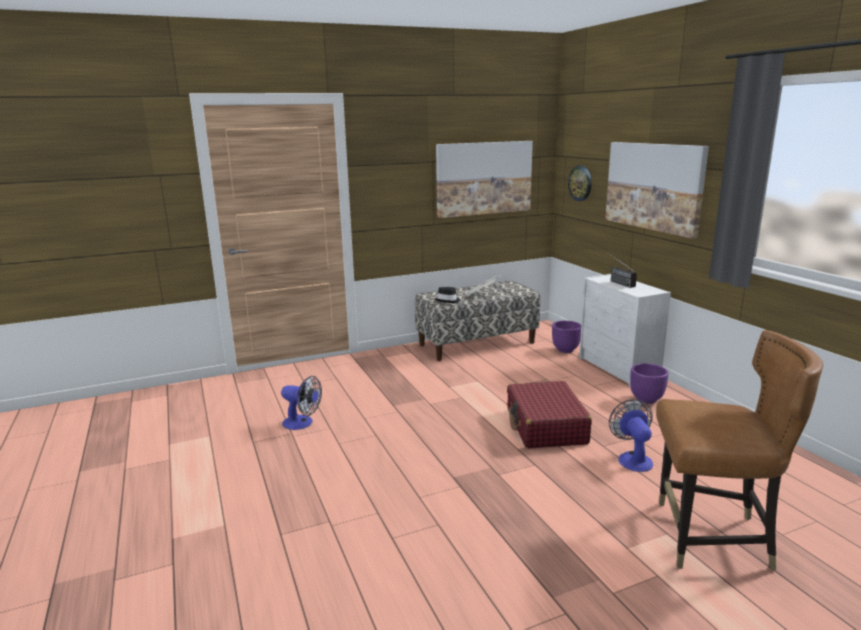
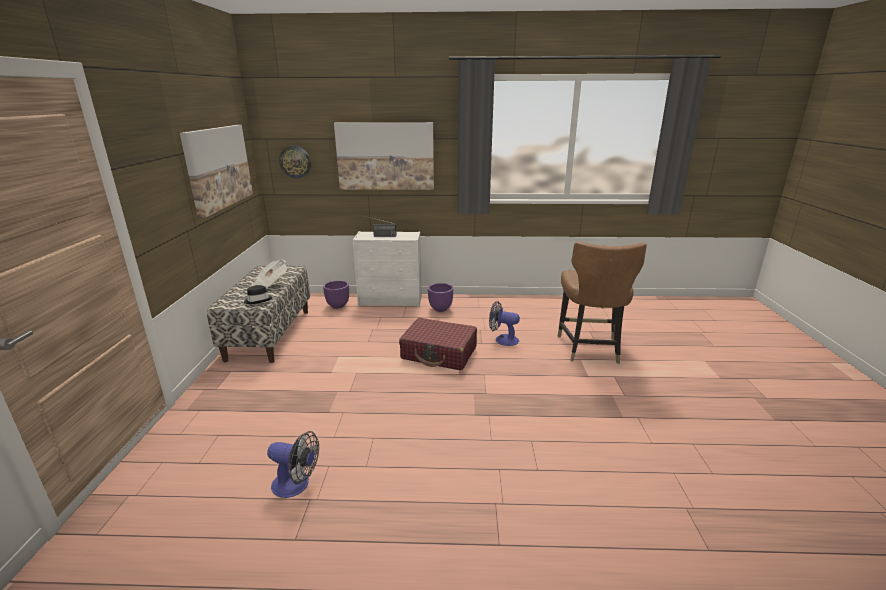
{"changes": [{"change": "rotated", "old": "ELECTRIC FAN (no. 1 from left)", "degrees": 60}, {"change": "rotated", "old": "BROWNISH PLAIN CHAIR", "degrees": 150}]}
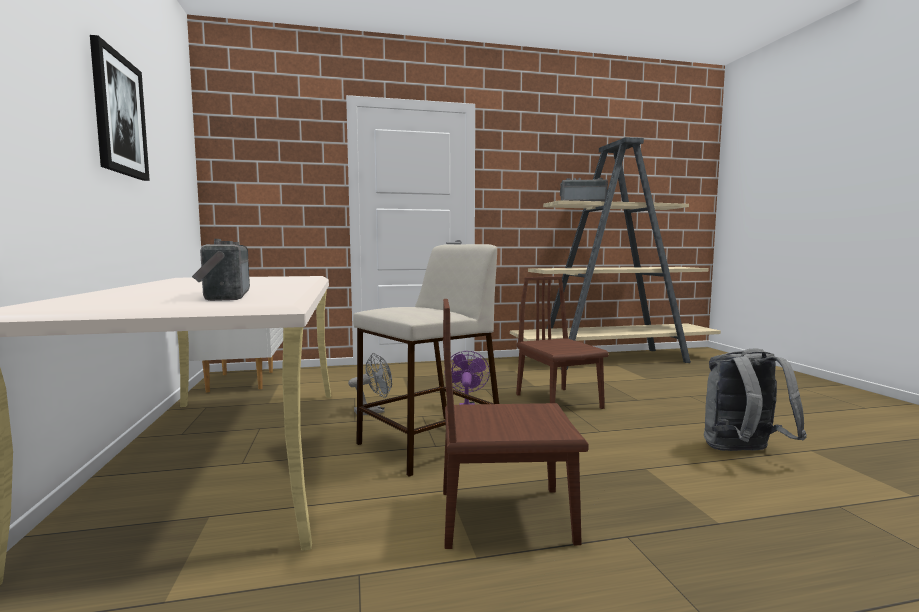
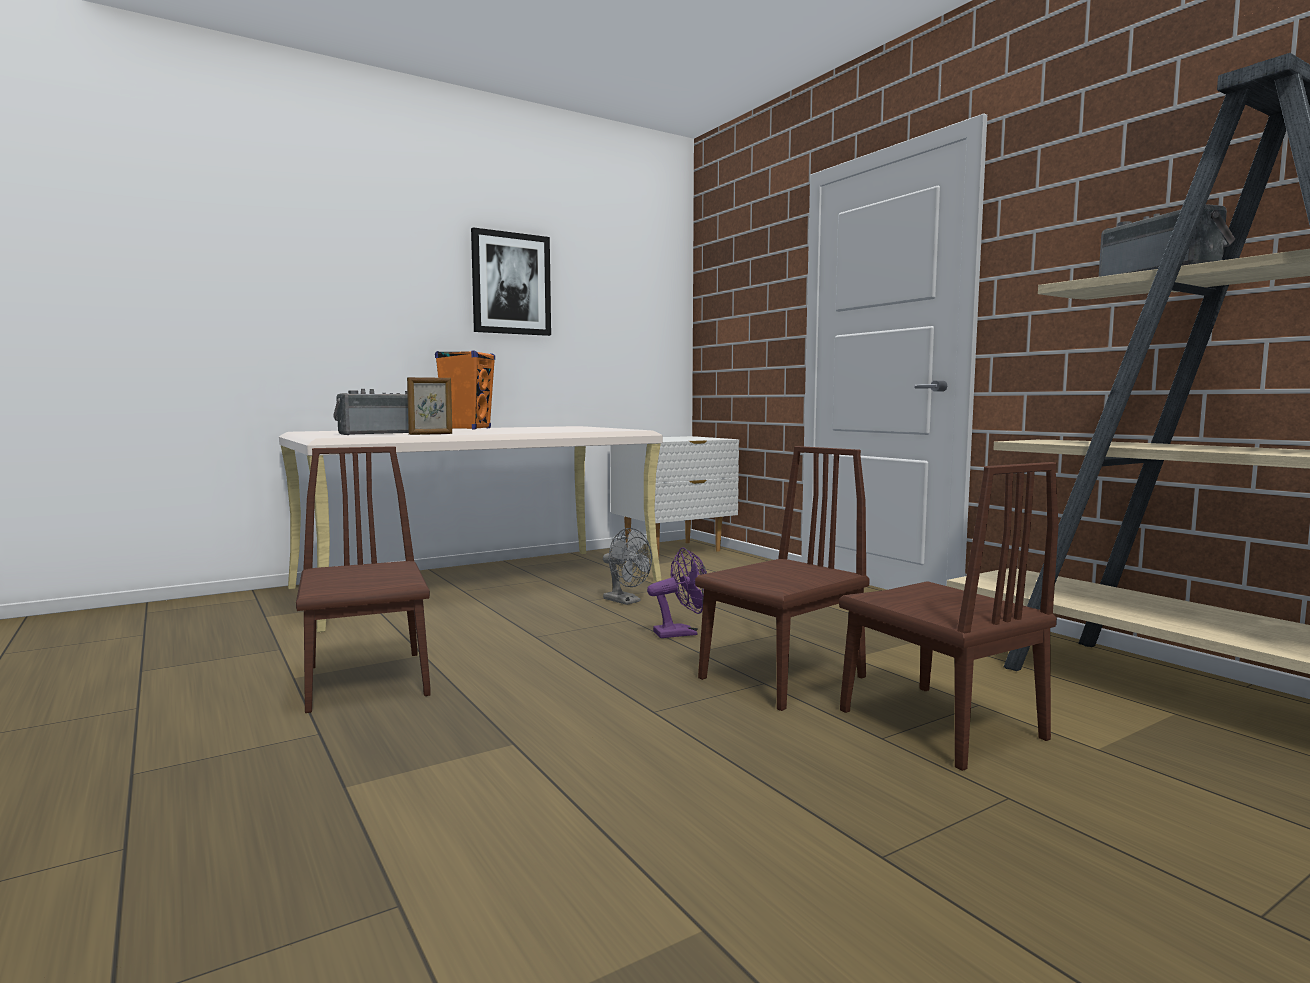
{"changes": [{"change": "new", "new": "PICTURE FRAME"}, {"change": "new", "new": "ORANGE-COLOURED AUDIO SPEAKER"}, {"change": "new", "new": "BROWNISH PLAIN CHAIR (no. 3 from left)"}, {"change": "gone", "old": "SAND-COLOURED STOOL SEAT"}, {"change": "gone", "old": "GRAY BACKPACK"}]}
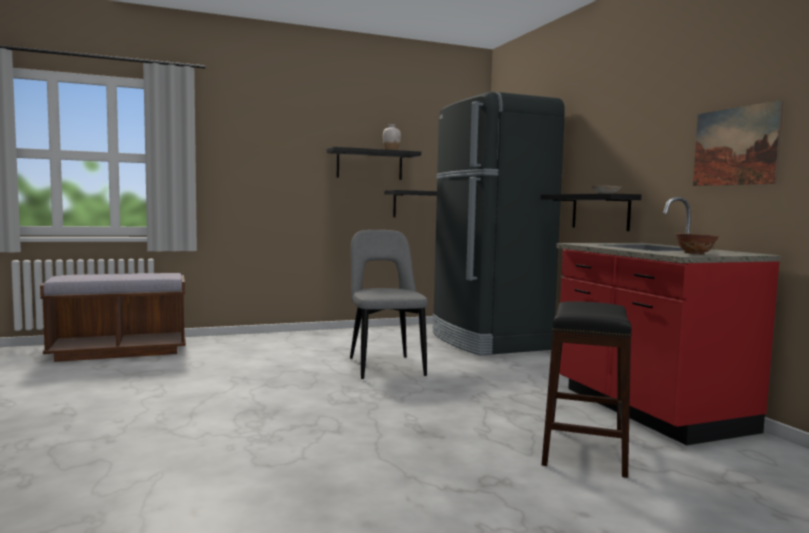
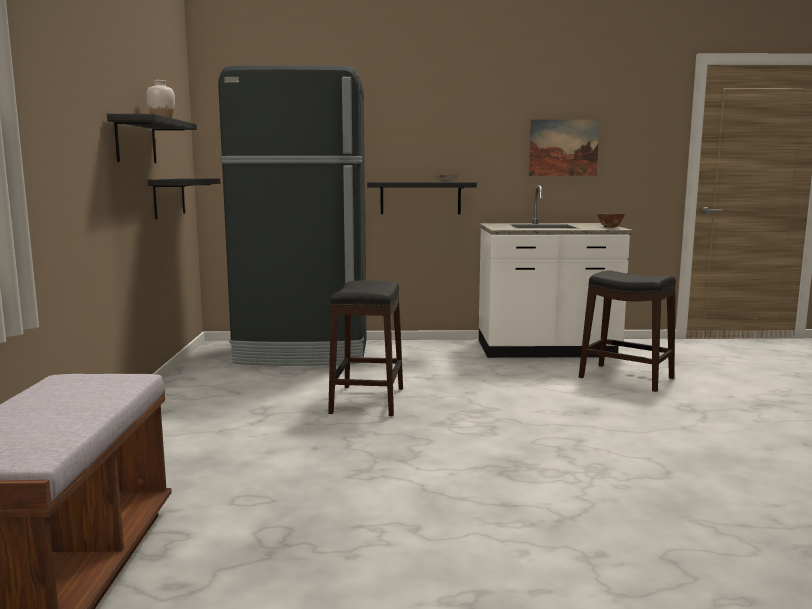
{"changes": [{"change": "swapped", "old": "GRAY PLAIN CHAIR", "new": "BLACK-COLOURED STOOL SEAT (no. 1 from left)"}, {"change": "repainted", "old": "REDDISH COUNTER", "new": "WHITE-COLOURED COUNTER"}]}
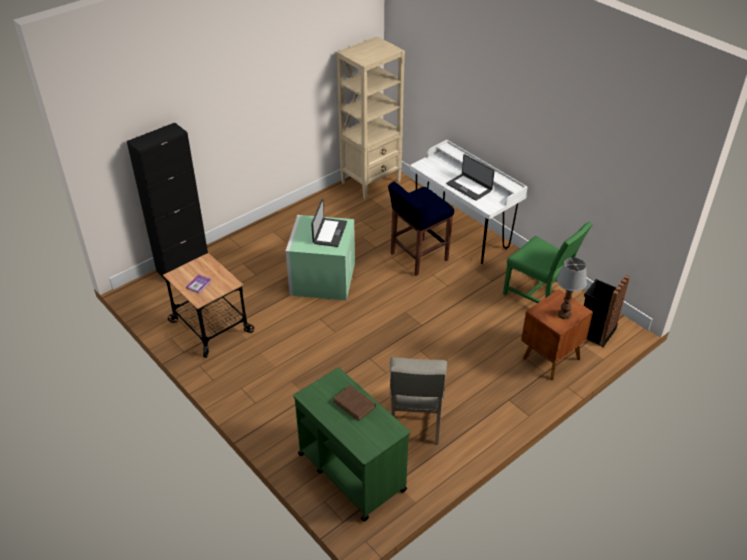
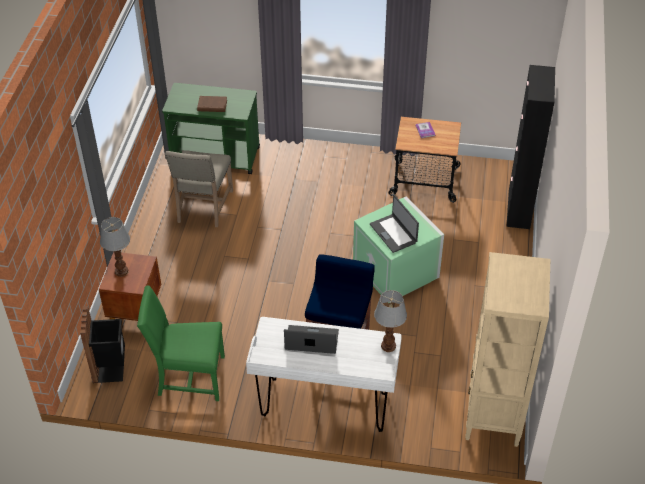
{"changes": [{"change": "rotated", "old": "SAND-COLOURED PLAIN CHAIR", "degrees": -135}, {"change": "new", "new": "TABLE LAMP (no. 2 from left)"}]}
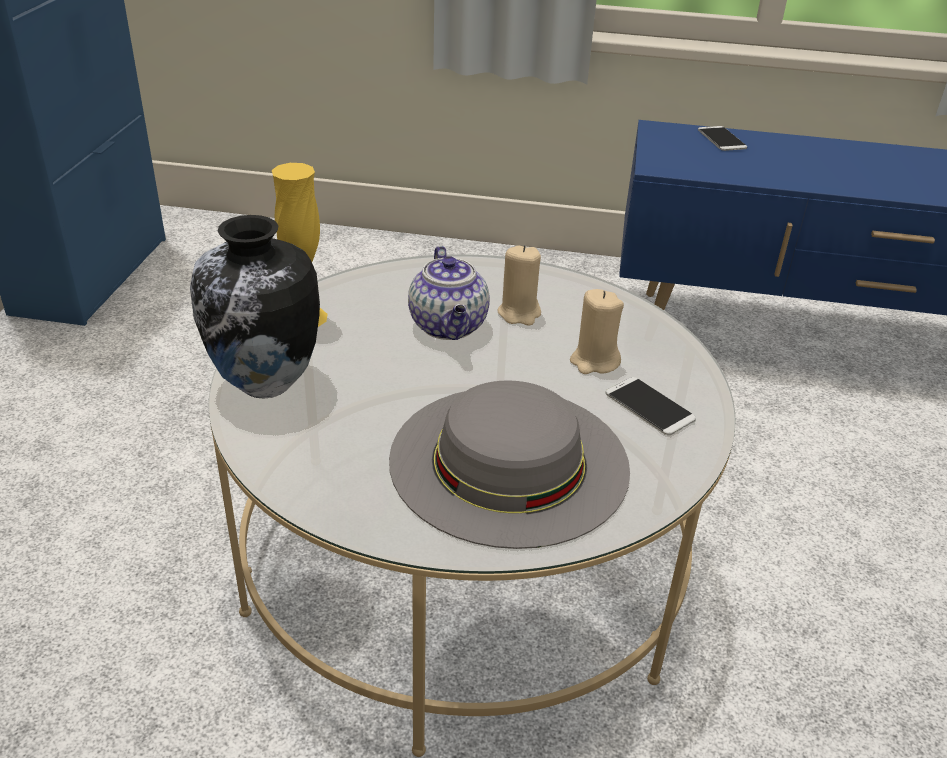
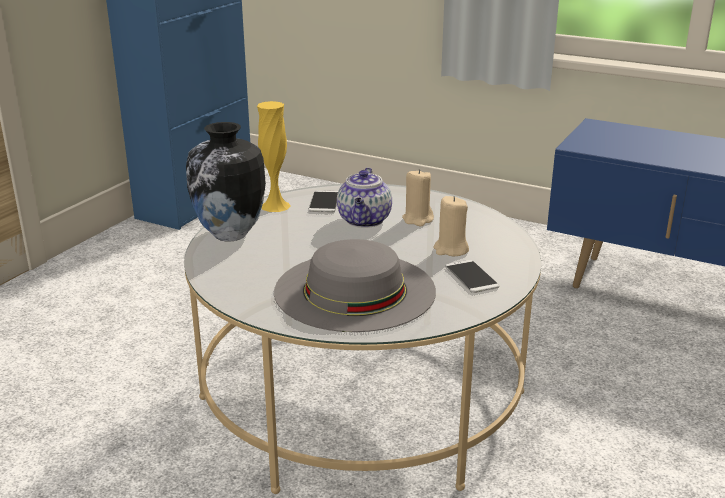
{"changes": [{"change": "shifted", "old": "TELEPHONE (no. 2 from left in the first image)", "new": "TELEPHONE (no. 1 from left)"}]}
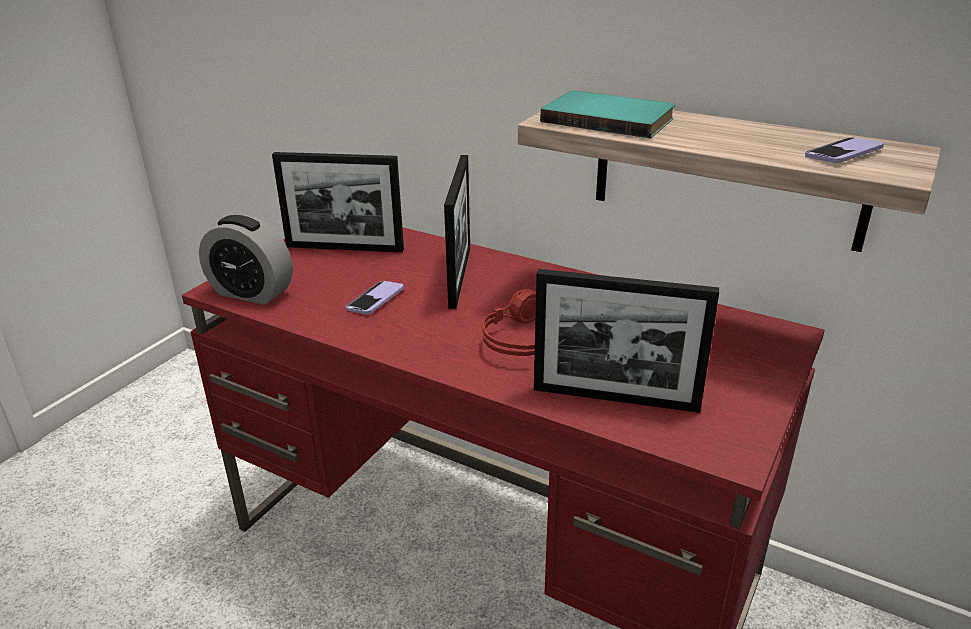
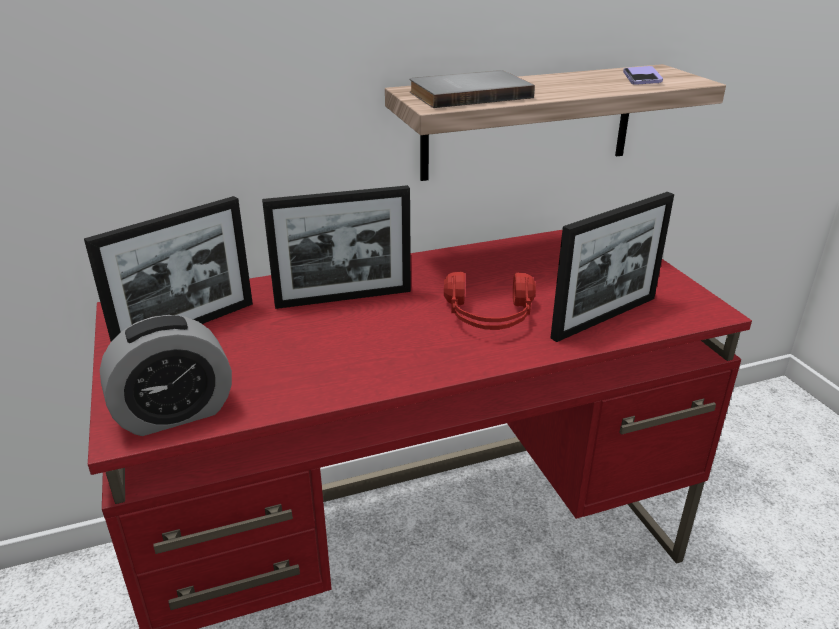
{"changes": [{"change": "rotated", "old": "PICTURE FRAME (no. 2 from left)", "degrees": 120}, {"change": "repainted", "old": "TURQUOISE VOLUME", "new": "GRAY VOLUME"}, {"change": "gone", "old": "TELEPHONE (no. 1 from left)"}]}
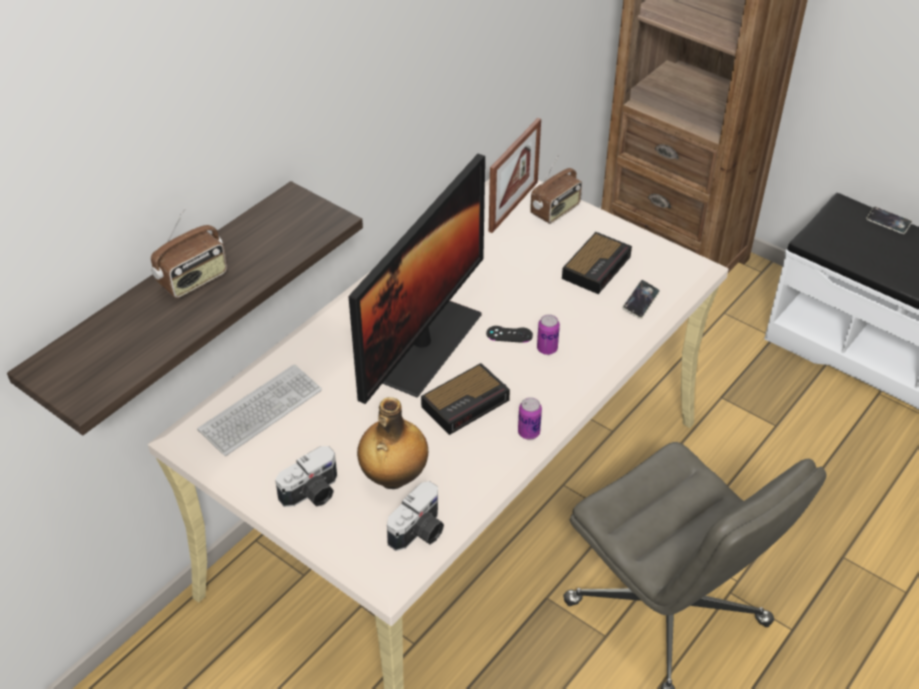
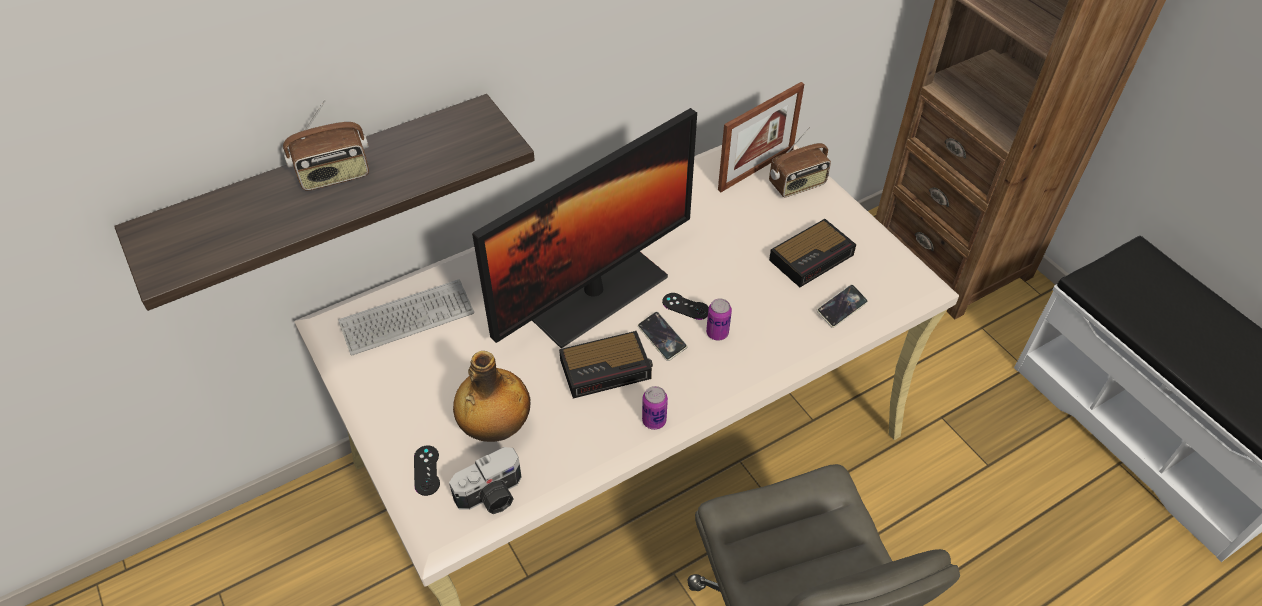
{"changes": [{"change": "new", "new": "BLACK-COLOURED GAME CONTROLLER (no. 1 from left)"}, {"change": "shifted", "old": "TELEPHONE (no. 2 from left in the first image)", "new": "TELEPHONE (no. 1 from left)"}, {"change": "gone", "old": "STILL CAMERA (no. 1 from left)"}]}
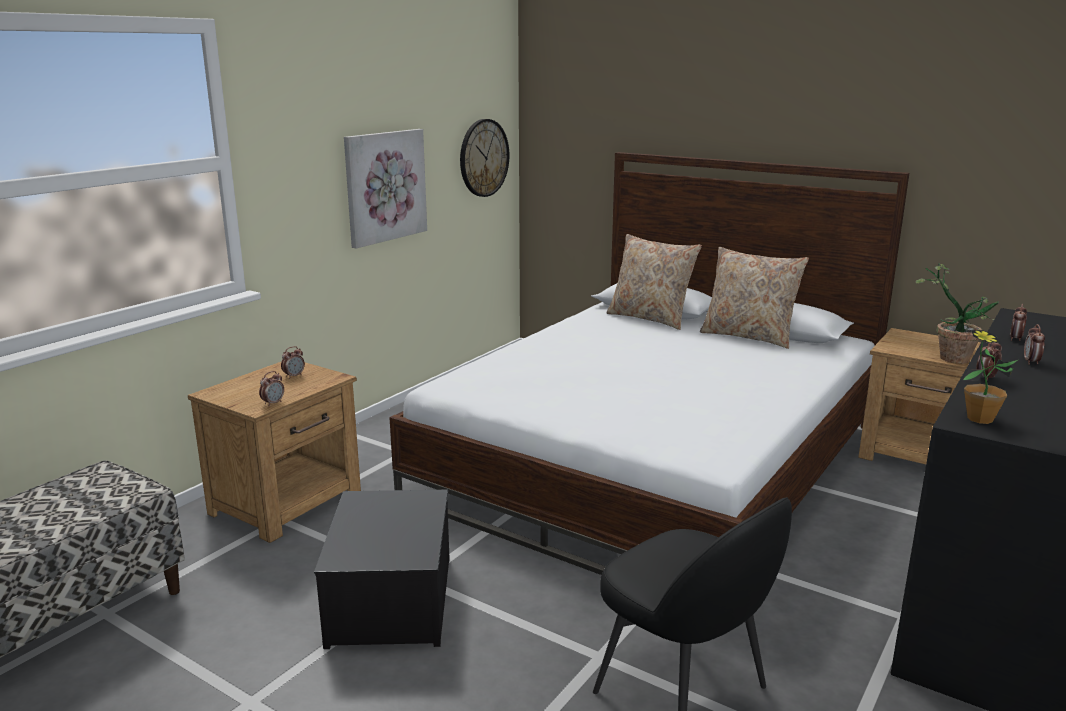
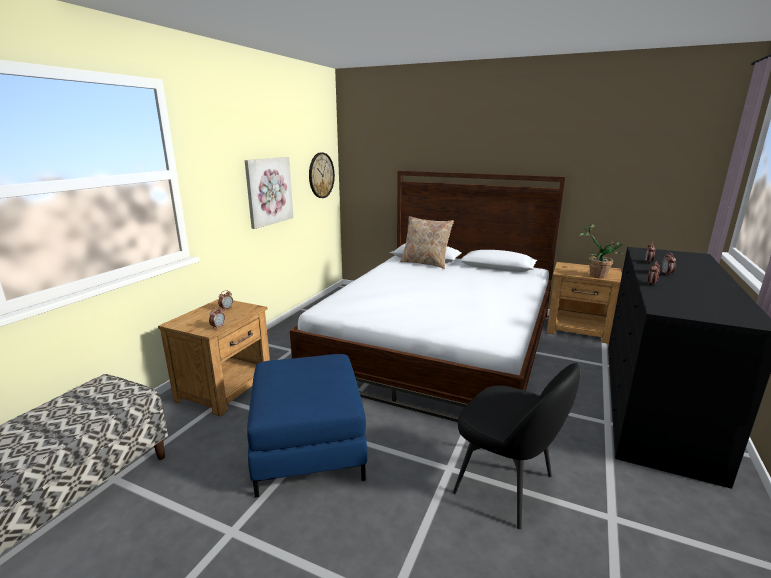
{"changes": [{"change": "swapped", "old": "STORAGE CONTAINER", "new": "BLUISH FOOTREST"}, {"change": "gone", "old": "SAND-COLOURED CUSHION (no. 2 from left)"}, {"change": "gone", "old": "POTTED PLANT (no. 2 from left)"}]}
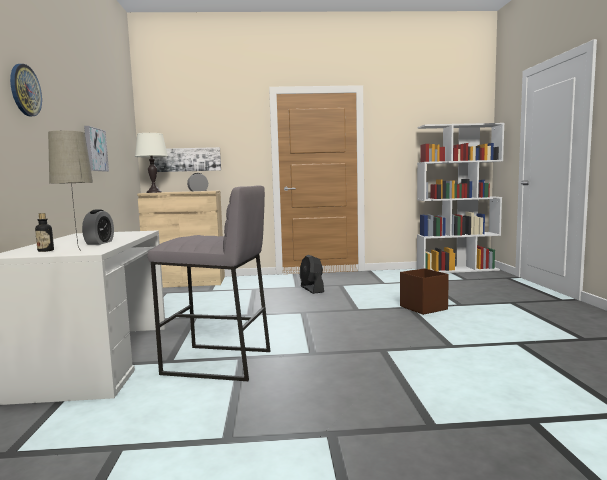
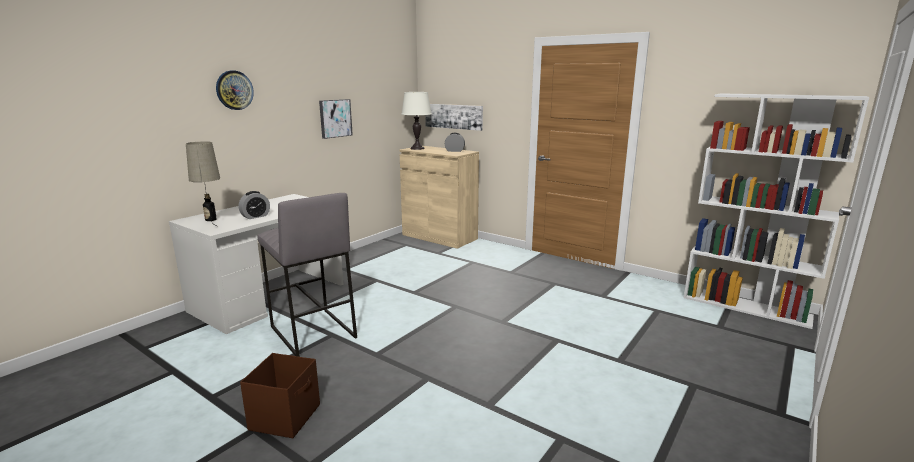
{"changes": [{"change": "shifted", "old": "BROWNISH STORAGE CONTAINER"}, {"change": "gone", "old": "BLACK-COLOURED ELECTRIC FAN"}]}
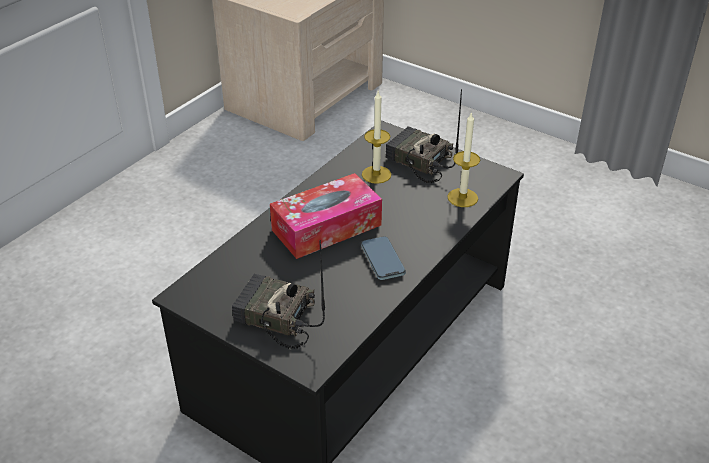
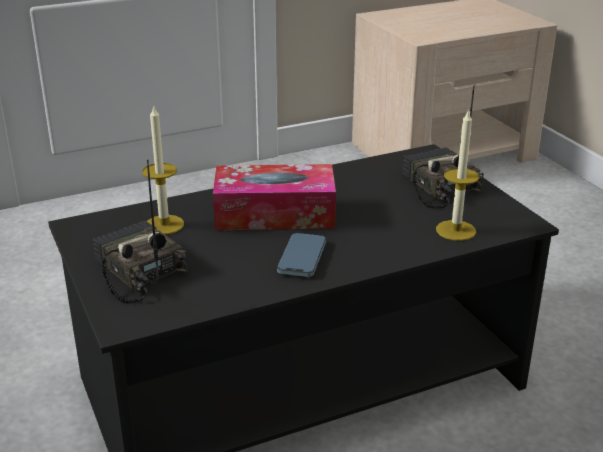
{"changes": [{"change": "shifted", "old": "WAX LIGHT (no. 1 from left)"}]}
